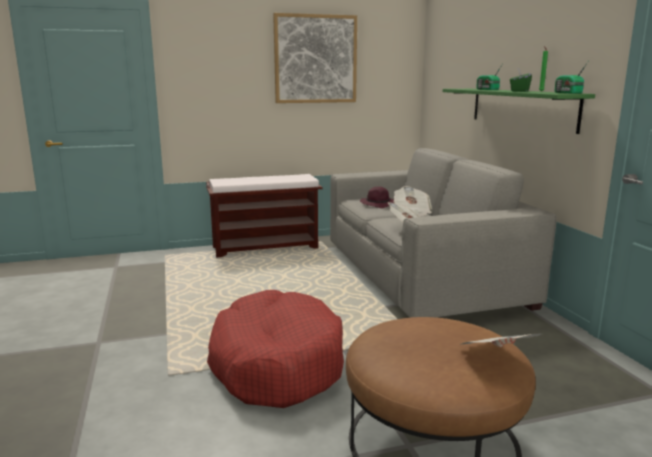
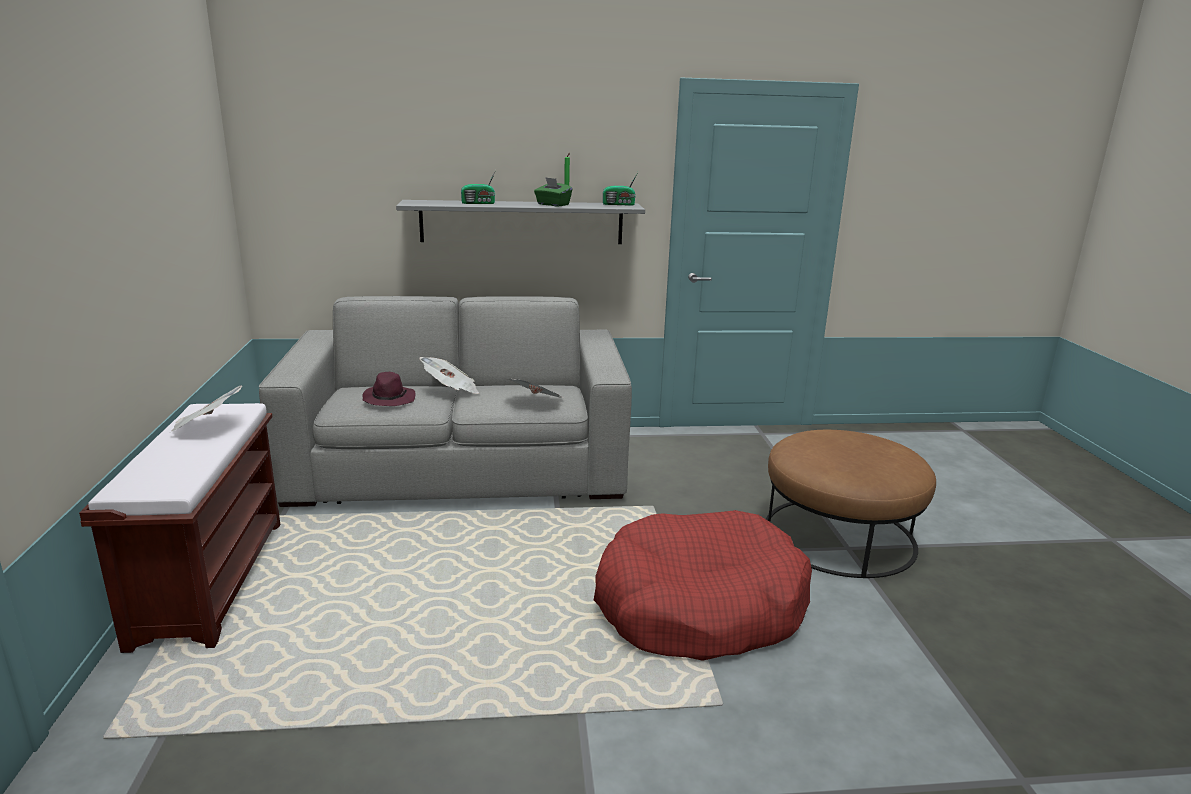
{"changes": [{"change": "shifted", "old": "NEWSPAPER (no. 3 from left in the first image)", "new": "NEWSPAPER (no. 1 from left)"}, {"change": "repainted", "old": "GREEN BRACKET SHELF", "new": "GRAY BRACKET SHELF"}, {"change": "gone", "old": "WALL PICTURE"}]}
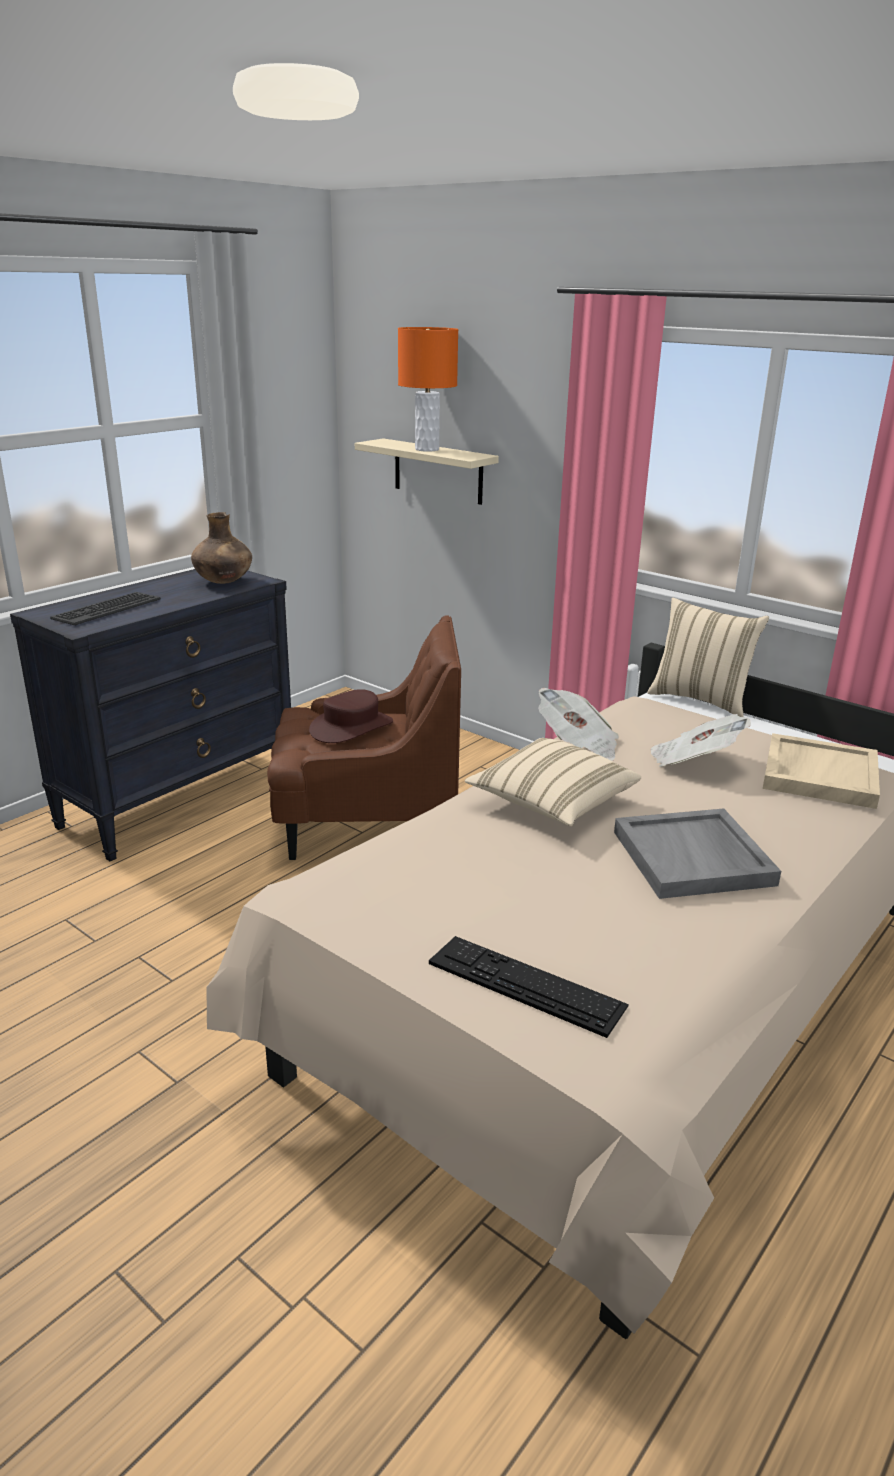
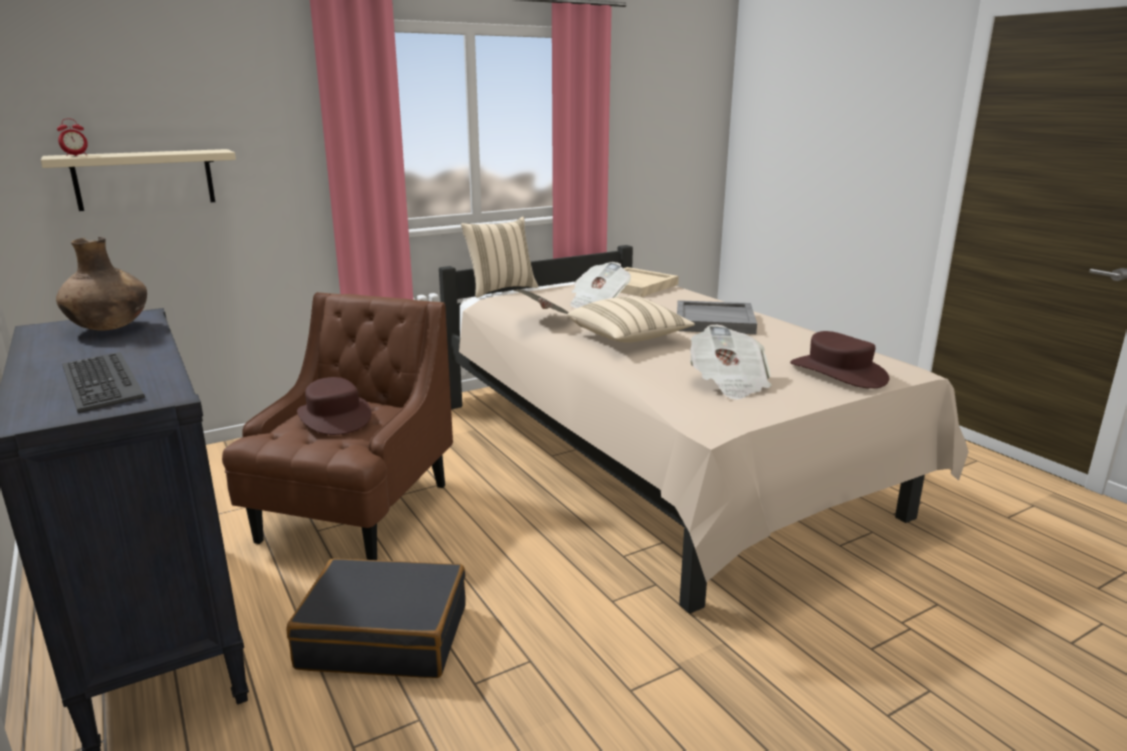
{"changes": [{"change": "new", "new": "BEDSIDE CLOCK"}, {"change": "new", "new": "BLACK-COLOURED TRAVEL CASE"}, {"change": "new", "new": "NEWSPAPER (no. 3 from left)"}, {"change": "swapped", "old": "PC KEYBOARD (no. 2 from left)", "new": "BROWNISH WEARABLE HAT (no. 2 from left)"}, {"change": "gone", "old": "ORANGE-COLOURED TABLE LAMP"}]}
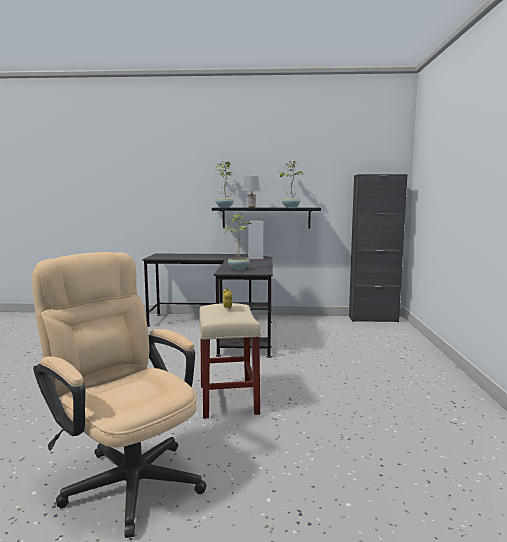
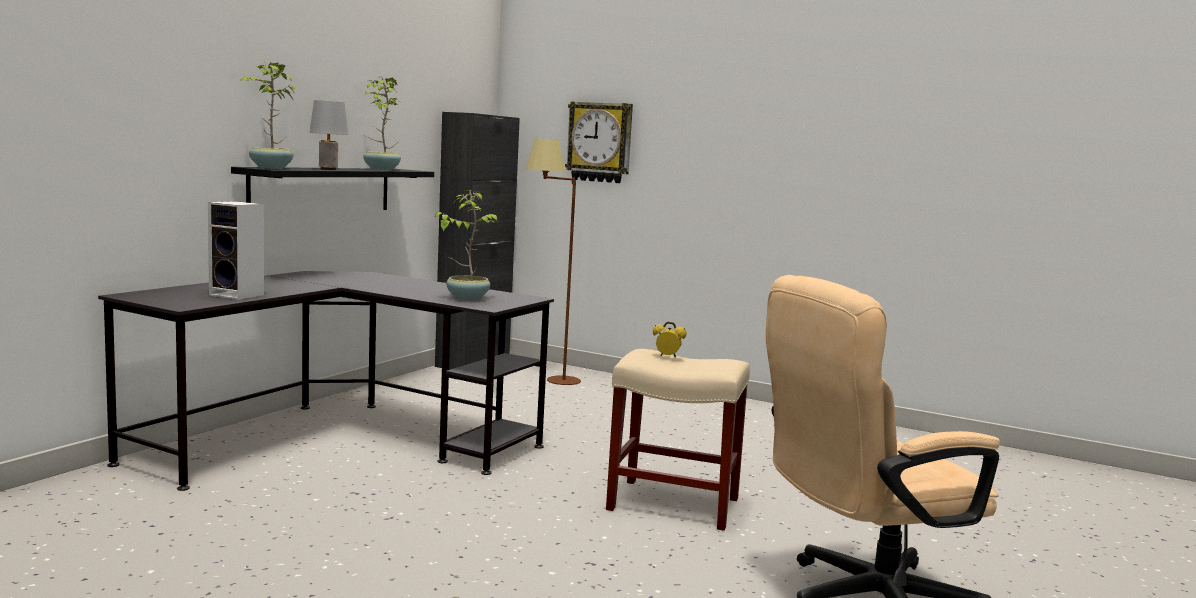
{"changes": [{"change": "shifted", "old": "AUDIO SPEAKER"}, {"change": "new", "new": "BROWNISH STANDING LAMP"}, {"change": "new", "new": "HANGING CLOCK"}]}
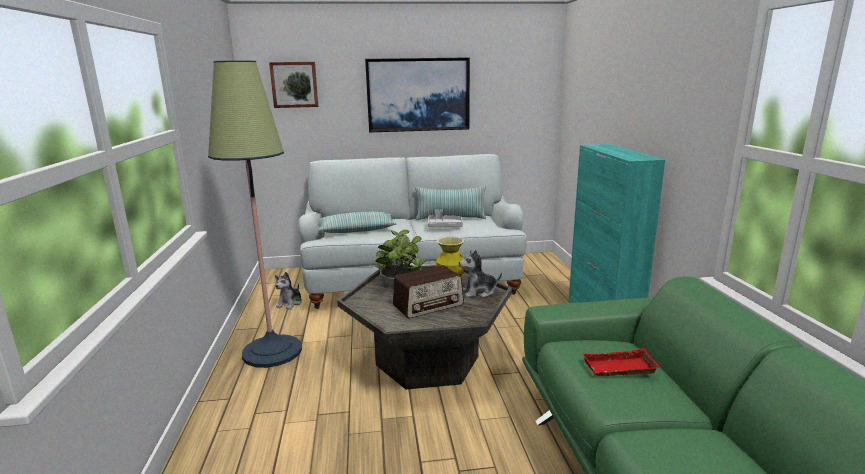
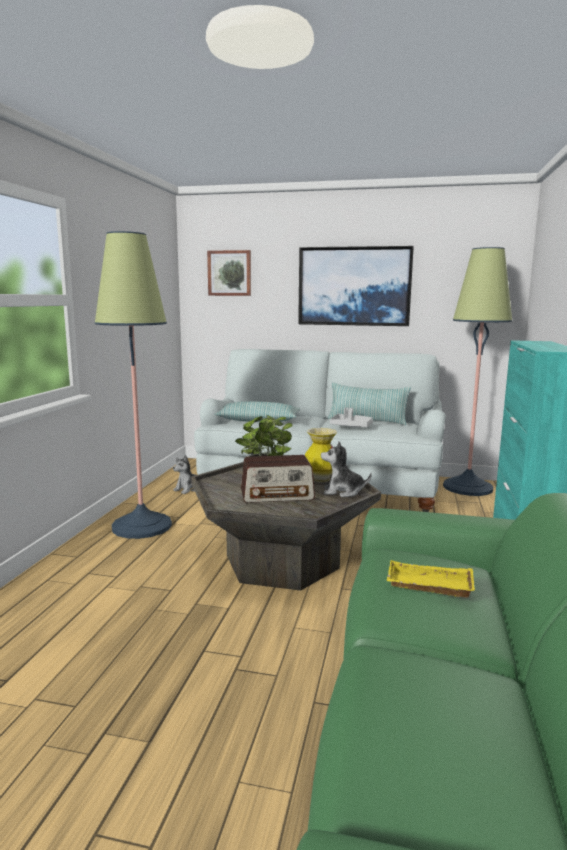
{"changes": [{"change": "repainted", "old": "REDDISH SERVING TRAY", "new": "YELLOWISH SERVING TRAY"}, {"change": "new", "new": "STANDING LAMP (no. 2 from left)"}]}
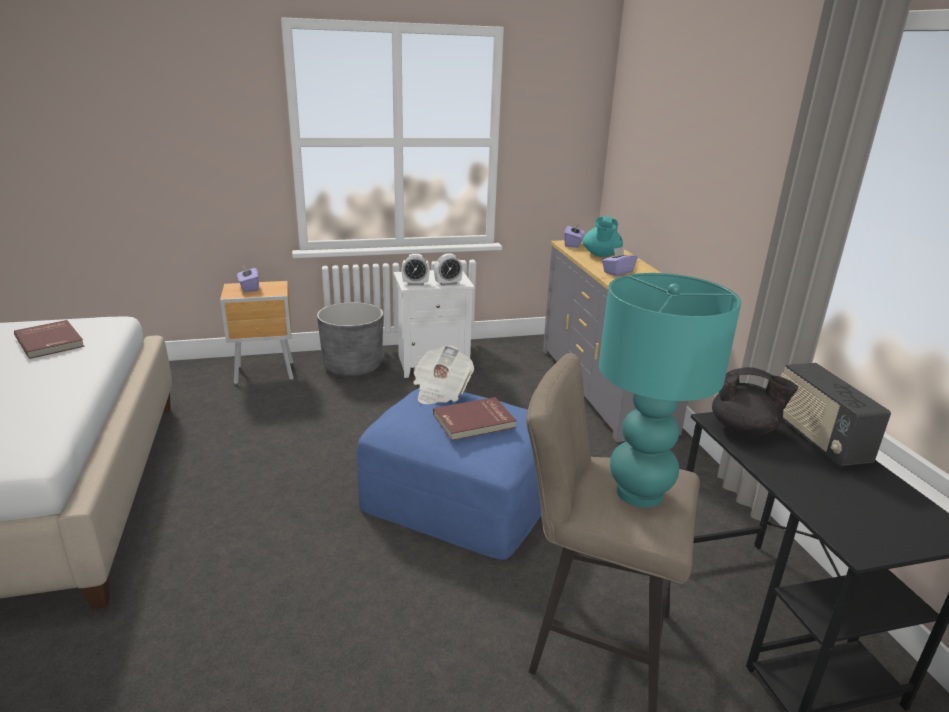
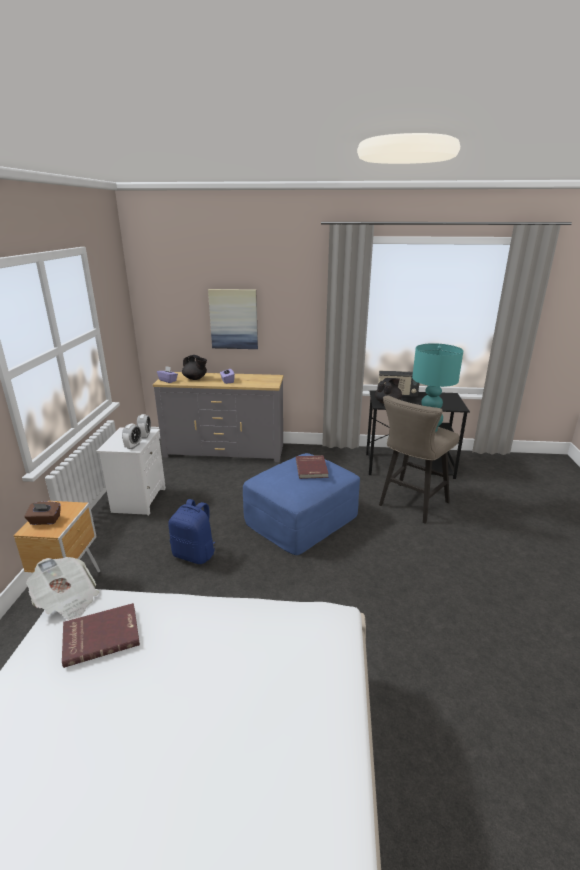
{"changes": [{"change": "repainted", "old": "PURPLE-COLOURED TISSUE HOLDER (no. 1 from left)", "new": "BROWNISH TISSUE HOLDER"}, {"change": "shifted", "old": "NEWSPAPER"}, {"change": "new", "new": "BLUISH BACKPACK"}, {"change": "repainted", "old": "TURQUOISE TEAPOT", "new": "BLACK-COLOURED TEAPOT (no. 1 from left)"}, {"change": "new", "new": "WALL PICTURE"}, {"change": "gone", "old": "GRAY PLANT POT"}]}
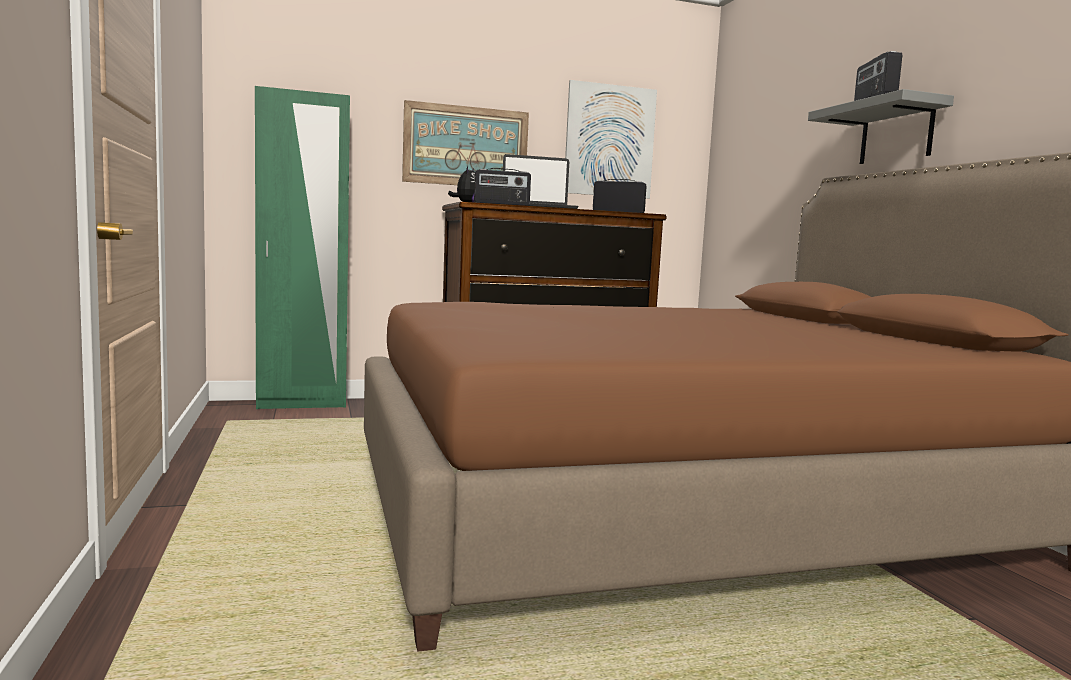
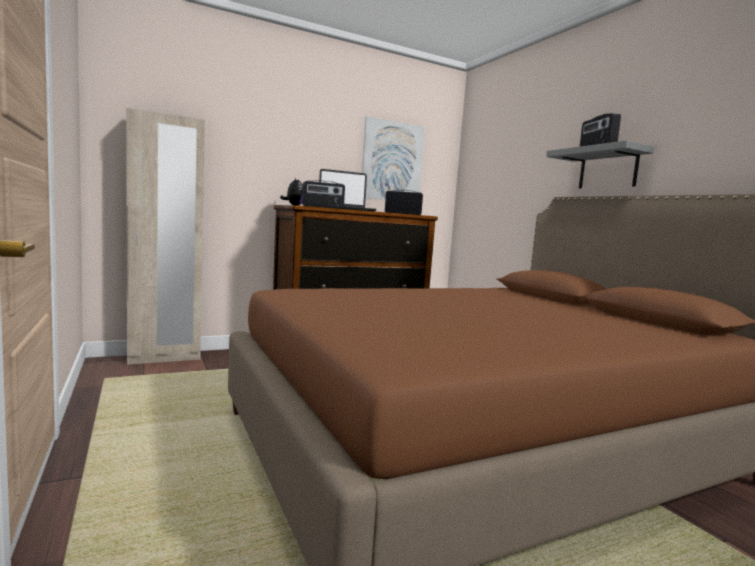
{"changes": [{"change": "repainted", "old": "GREEN WARDROBE", "new": "SAND-COLOURED WARDROBE"}, {"change": "gone", "old": "WALL PICTURE (no. 1 from left)"}]}
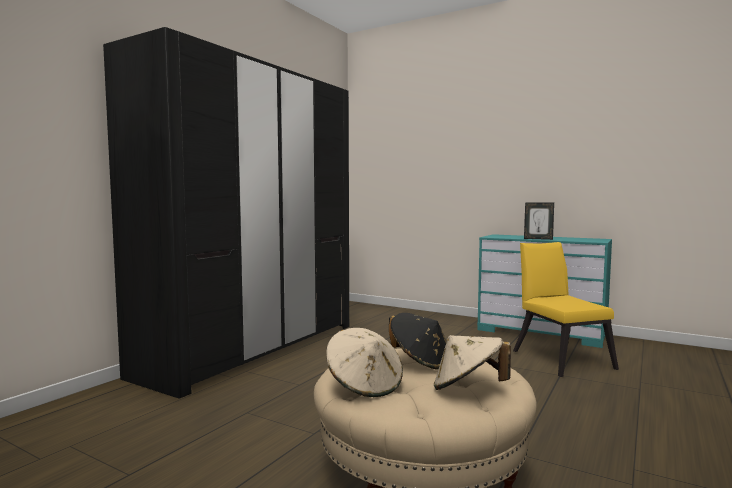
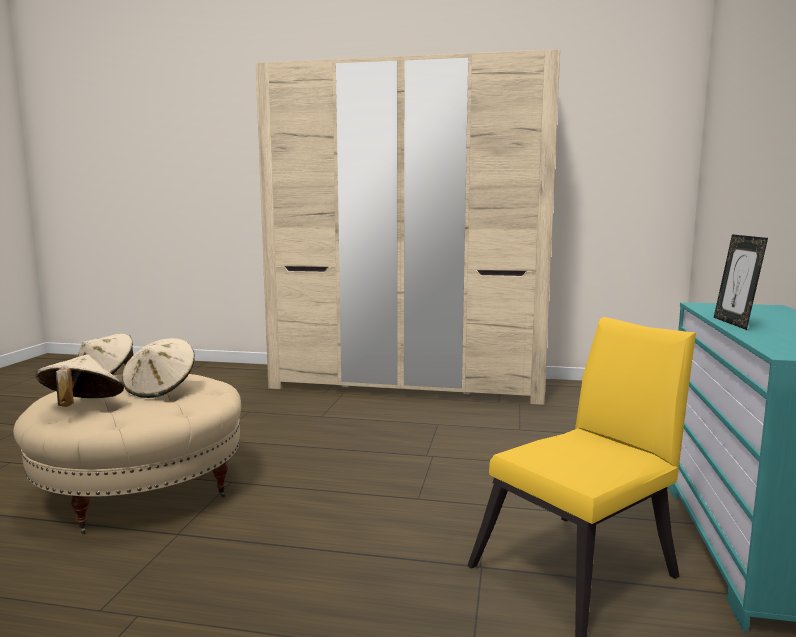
{"changes": [{"change": "repainted", "old": "BLACK-COLOURED WEARABLE HAT", "new": "SAND-COLOURED WEARABLE HAT (no. 3 from left)"}, {"change": "repainted", "old": "BLACK-COLOURED WARDROBE", "new": "SAND-COLOURED WARDROBE"}]}
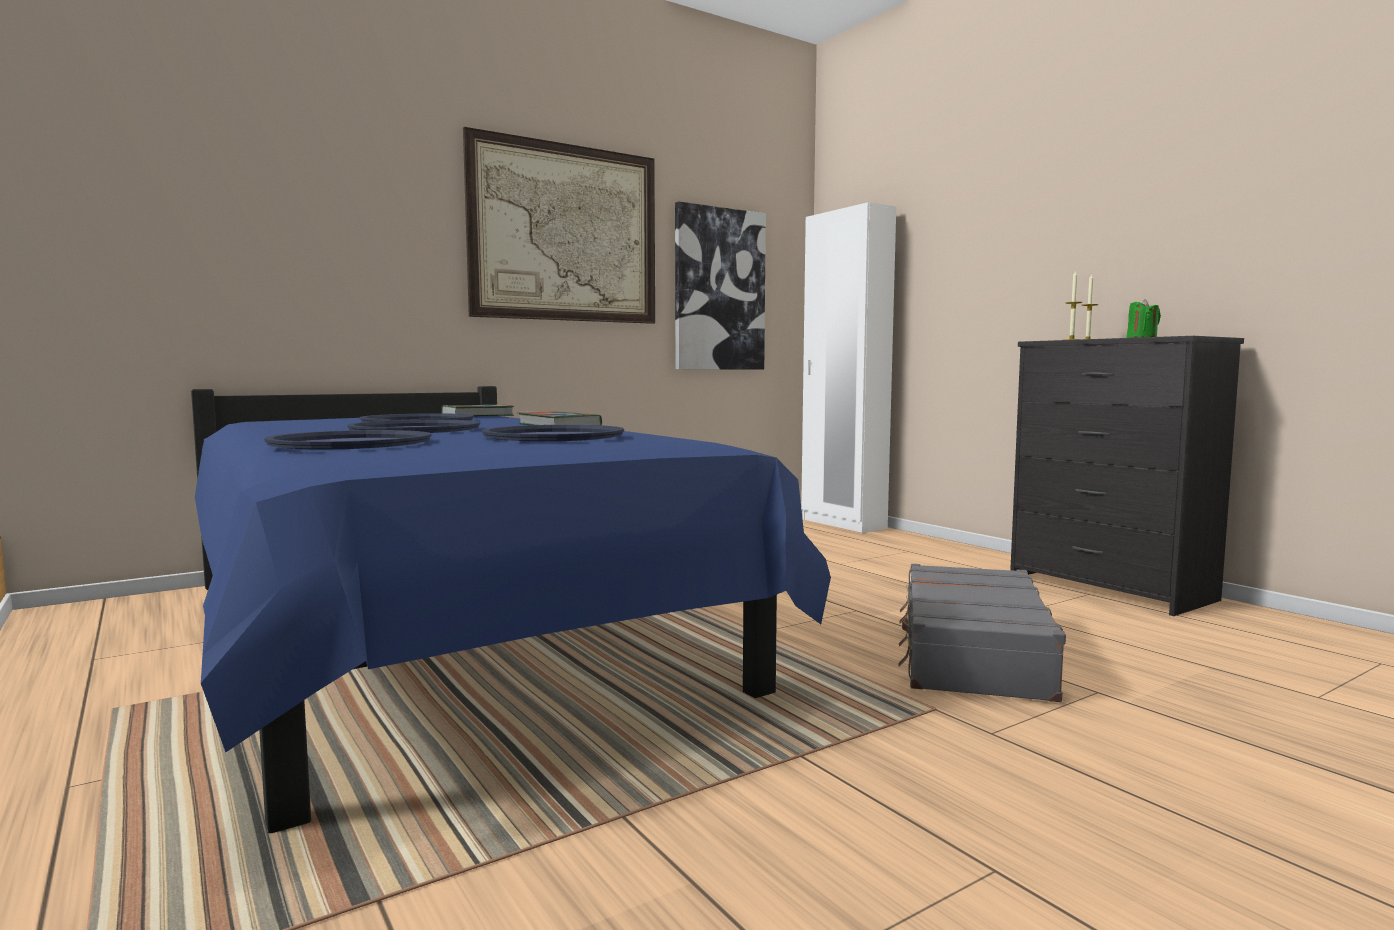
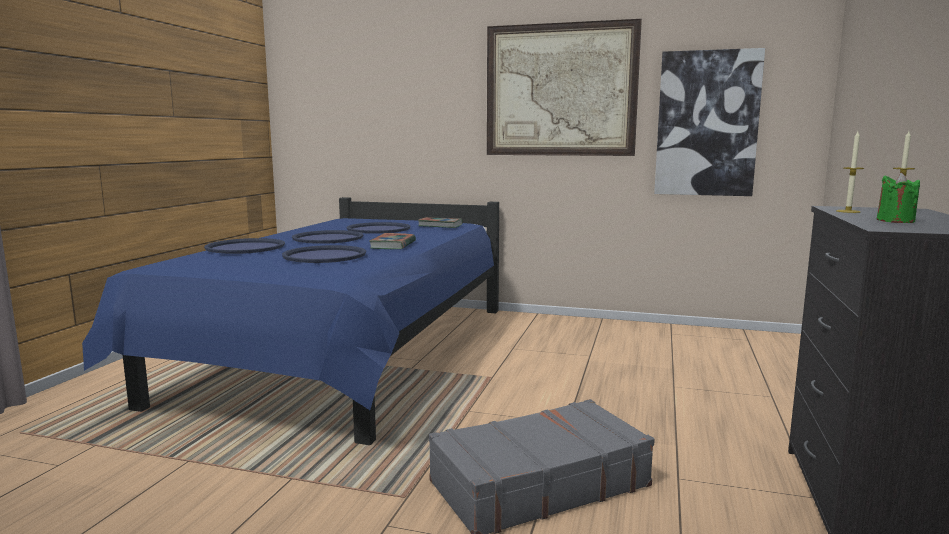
{"changes": [{"change": "gone", "old": "WHITE-COLOURED WARDROBE"}]}
